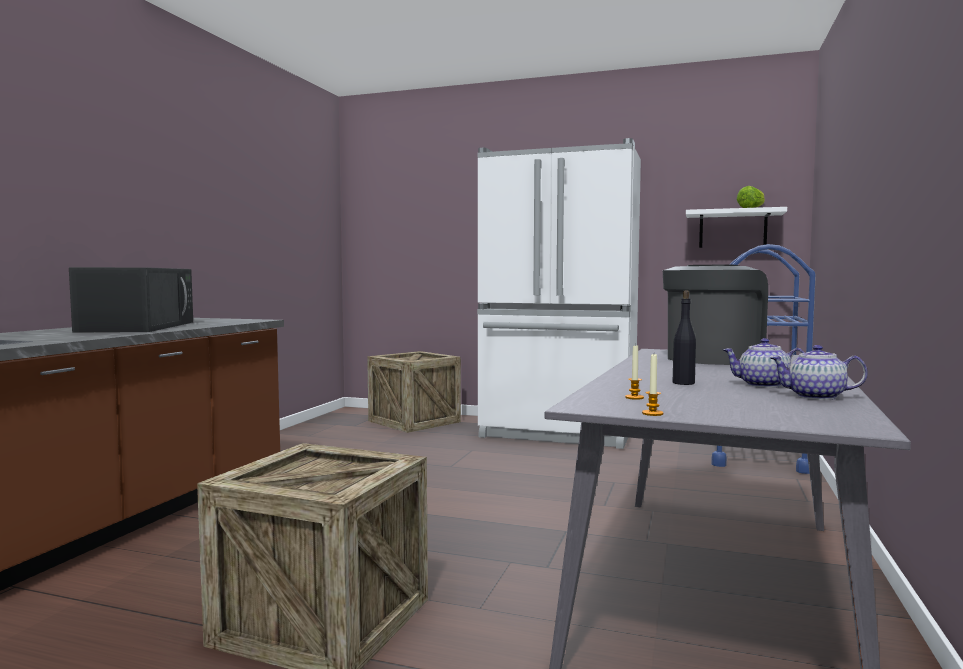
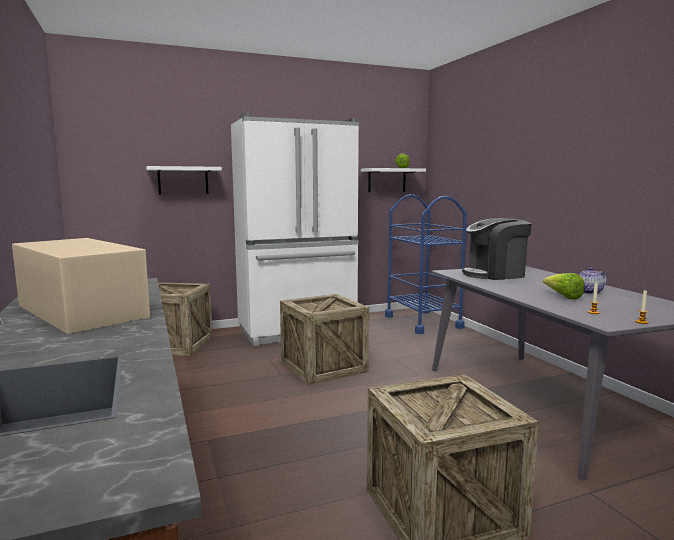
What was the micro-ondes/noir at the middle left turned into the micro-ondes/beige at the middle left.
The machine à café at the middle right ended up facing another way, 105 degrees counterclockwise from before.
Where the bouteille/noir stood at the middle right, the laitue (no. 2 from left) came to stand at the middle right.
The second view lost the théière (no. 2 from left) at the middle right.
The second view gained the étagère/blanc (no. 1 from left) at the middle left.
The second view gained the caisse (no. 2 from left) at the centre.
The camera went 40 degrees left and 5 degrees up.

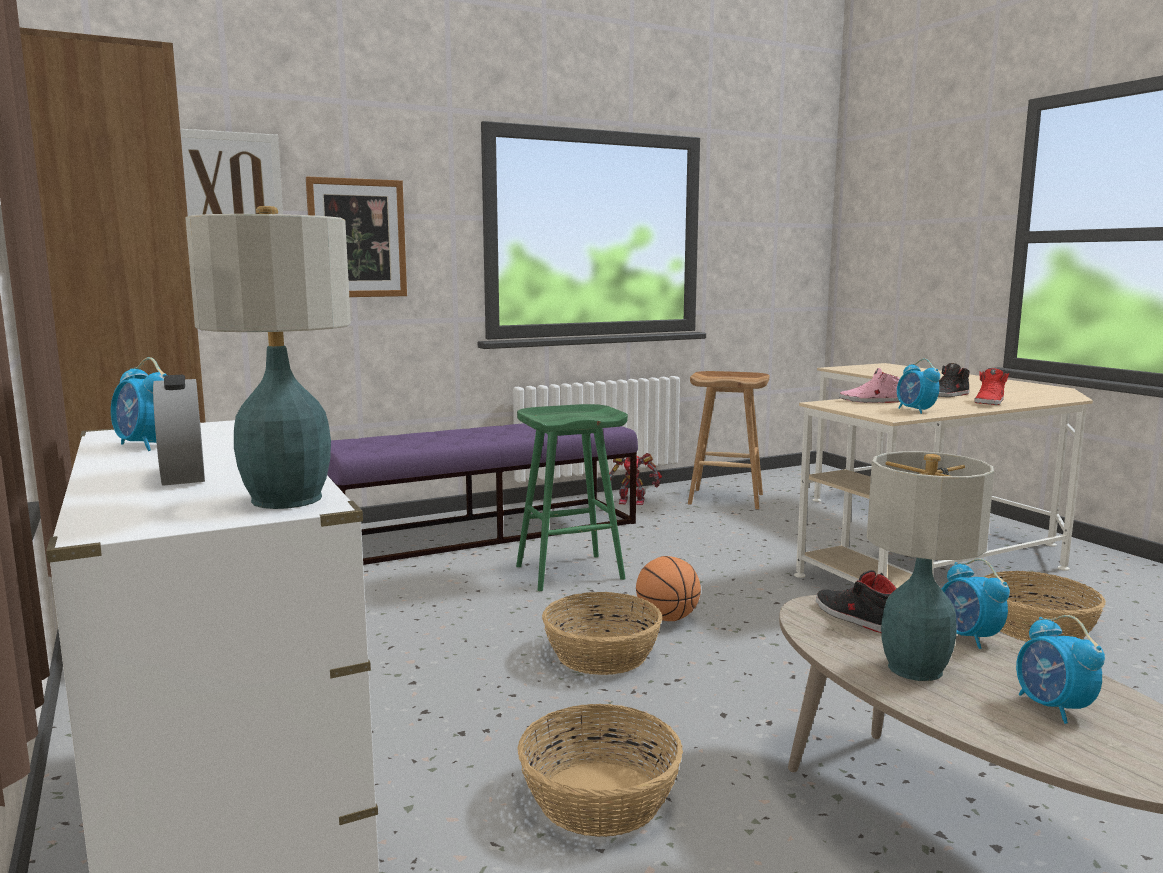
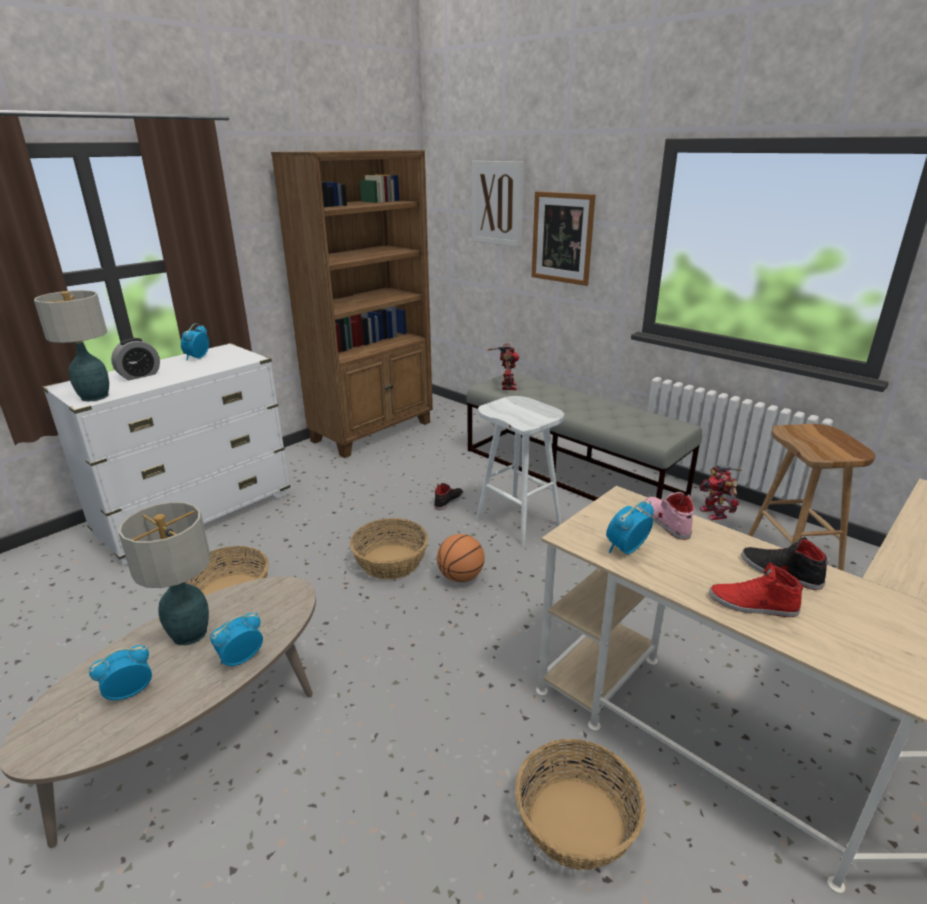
What was the banc/violet at the centre turned into the banc/gris at the centre.
What was the tabouret/vert at the centre turned into the tabouret/blanc at the centre.
The chaussure/noir (no. 1 from left) ended up elsewhere, having gone from the bottom right to the centre.
The second view gained the robot jouet (no. 1 from left) at the centre.
The camera went 70 degrees right and 15 degrees up.

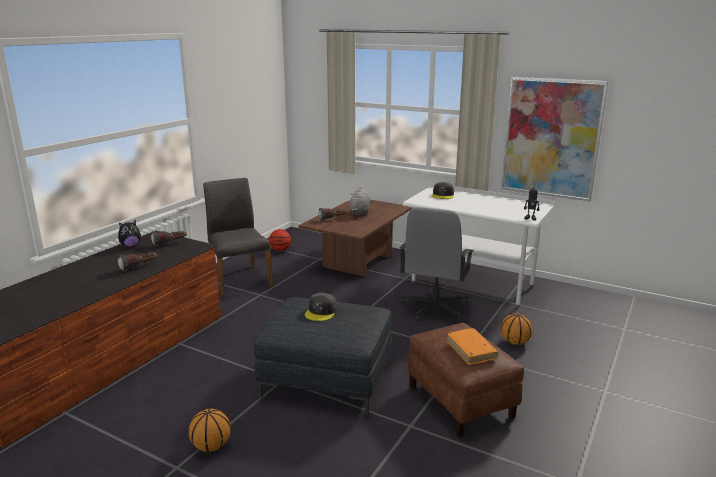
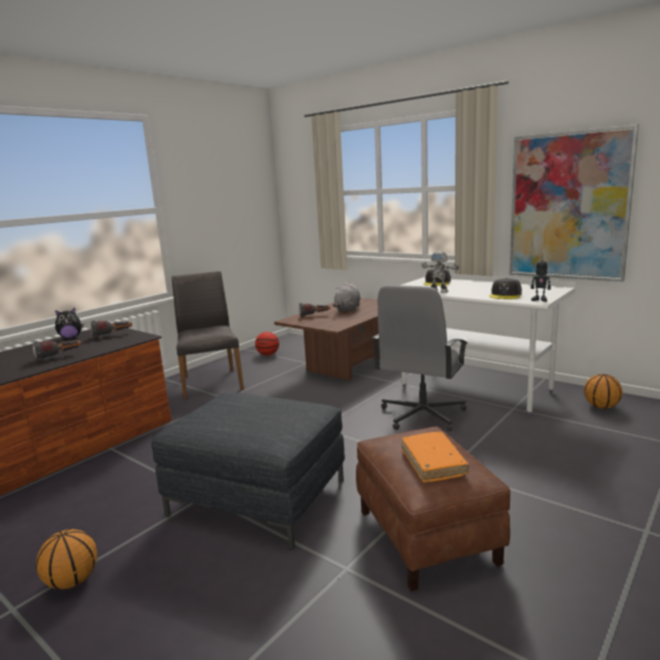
The casquette/gris (no. 1 from left in the first image) ended up elsewhere, having gone from the centre to the middle right.
The ballon de basket (no. 3 from left) ended up elsewhere, having gone from the bottom right to the middle right.
The second view gained the robot jouet (no. 1 from left) at the middle right.
The camera went 10 degrees right and 5 degrees down.

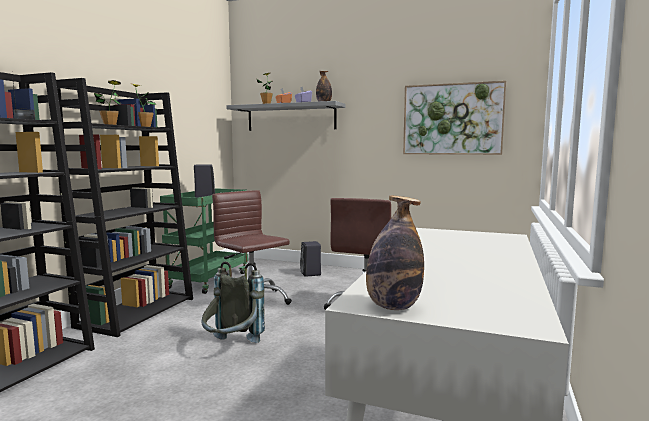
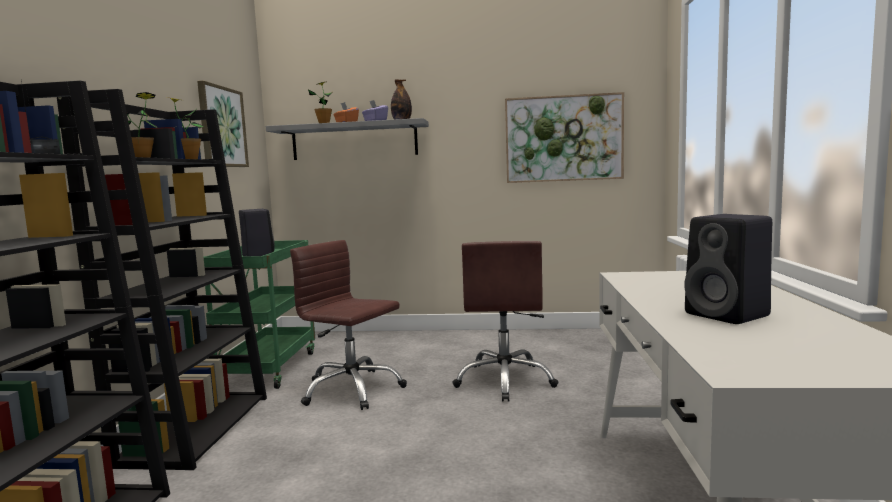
The second view lost the sac à dos/gris at the bottom centre.
The enceinte/noir (no. 2 from left) ended up elsewhere, having gone from the centre to the middle right.
The second view lost the bouteille (no. 2 from left) at the centre.
The second view gained the tableau (no. 1 from left) at the top left.
The camera went 15 degrees left and 0 degrees up.

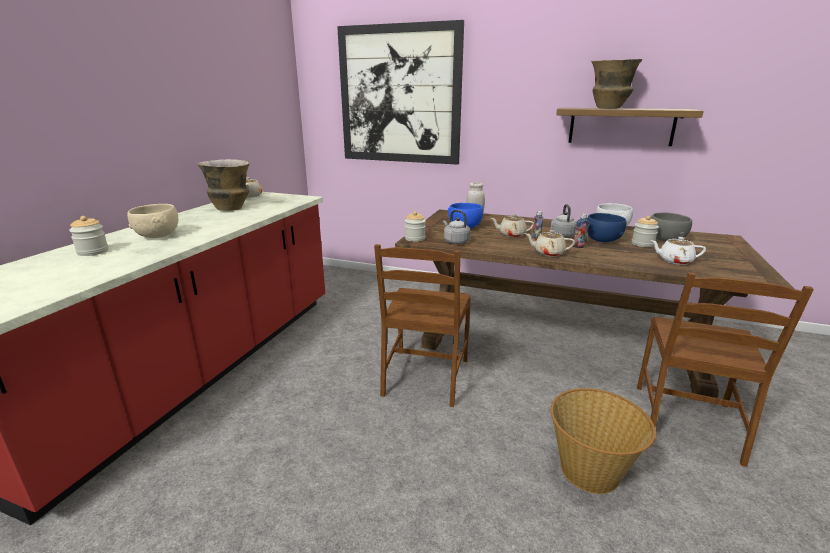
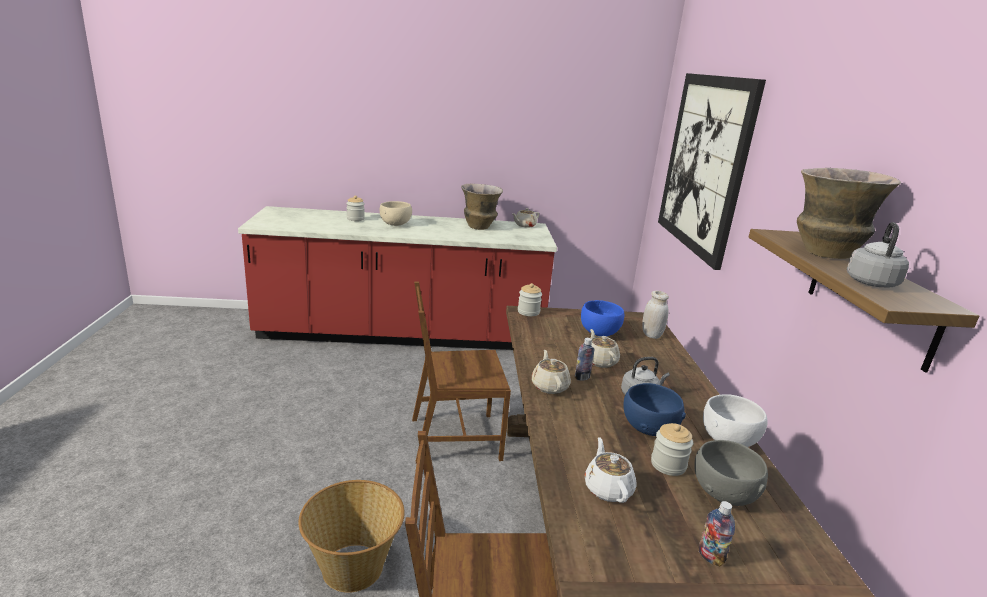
The bouilloire/gris (no. 1 from left in the first image) ended up elsewhere, having gone from the centre to the middle right.
The bouteille (no. 2 from left) ended up elsewhere, having gone from the middle right to the bottom right.
The camera went 65 degrees right and 0 degrees up.

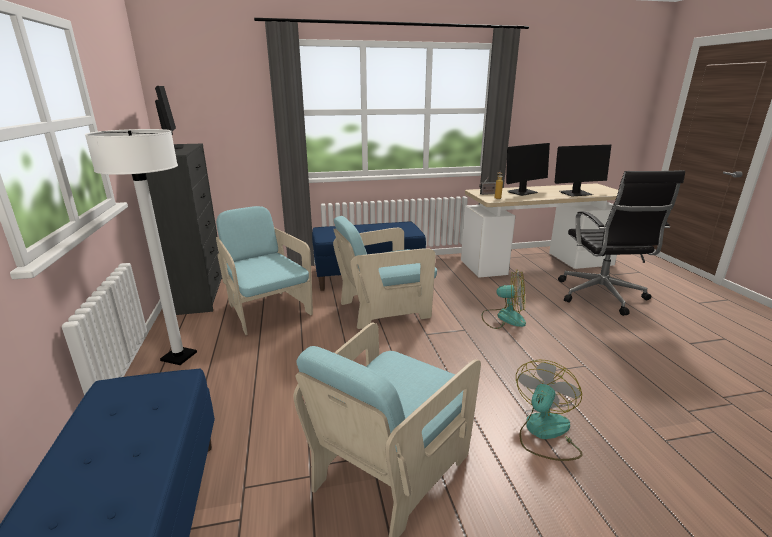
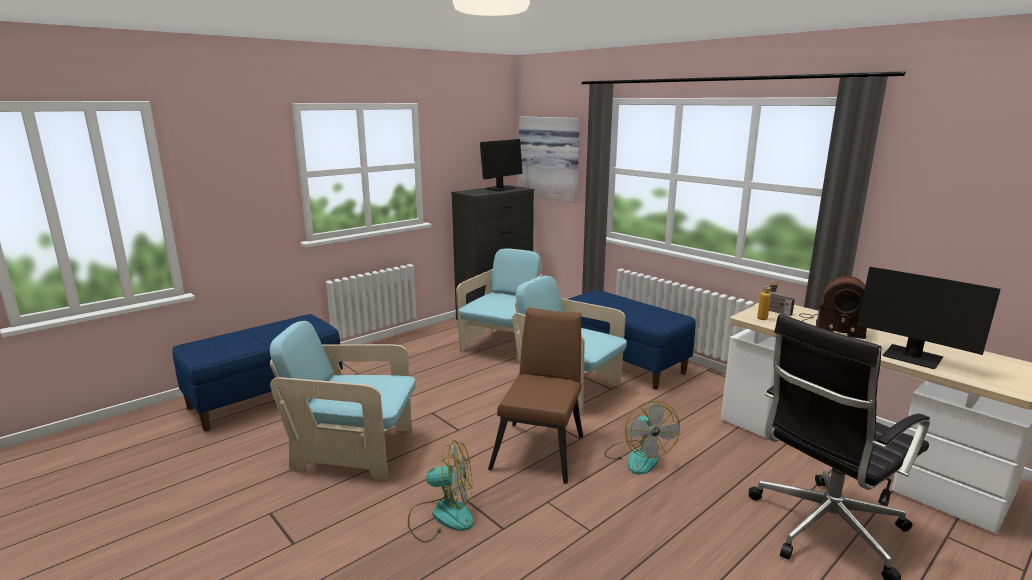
The second view lost the lampadaire/blanc at the middle left.
Where the écran d'ordinateur (no. 2 from left) stood at the top right, the radio (no. 2 from left) came to stand at the middle right.
The second view gained the chaise/marron at the bottom centre.
The second view gained the tableau at the top centre.
The camera went 60 degrees right and 5 degrees down.

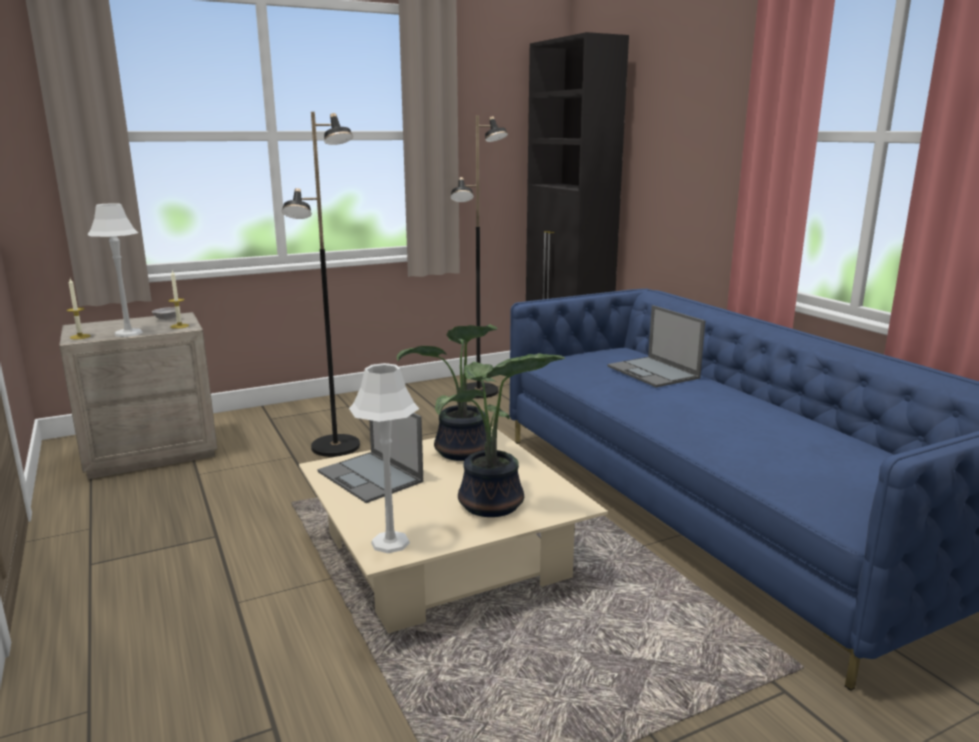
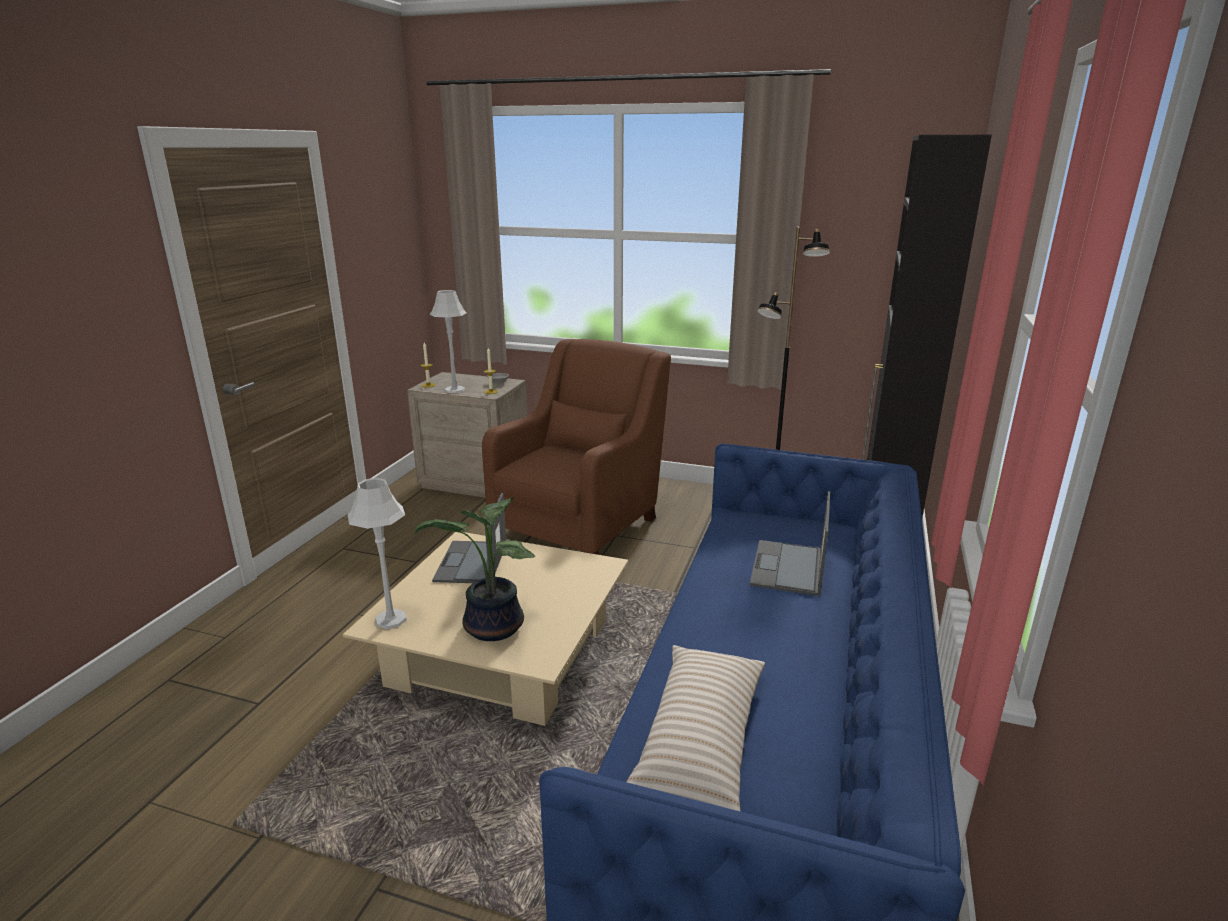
Where the lampadaire/noir (no. 1 from left) stood at the middle left, the fauteuil/marron came to stand at the centre.
The second view lost the plante en pot (no. 1 from left) at the centre.
The second view gained the coussin/beige at the bottom centre.
The camera went 45 degrees right and 5 degrees up.

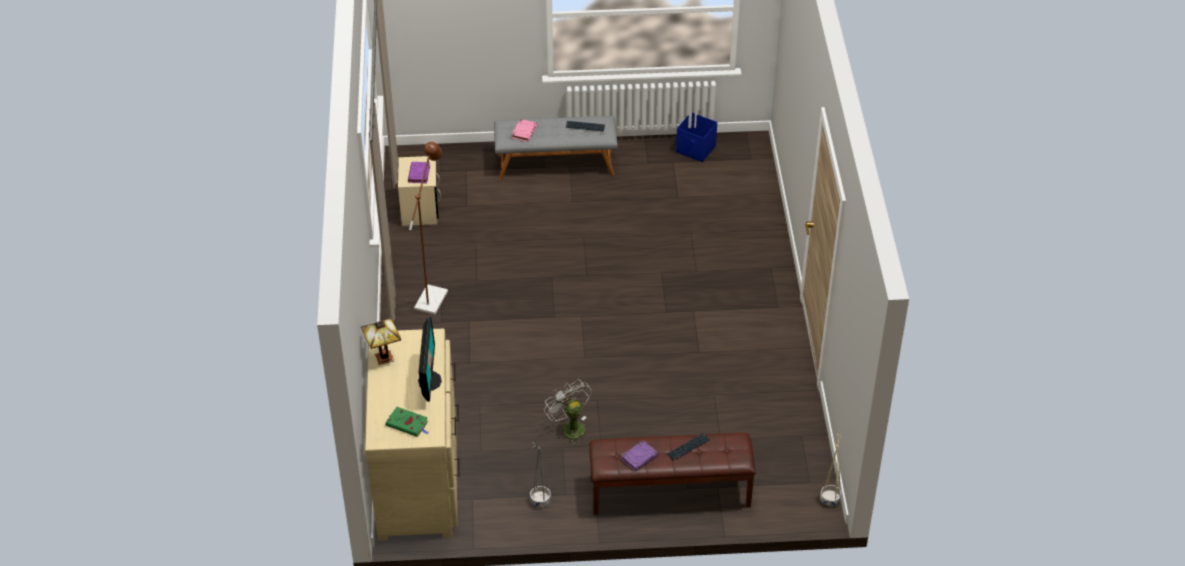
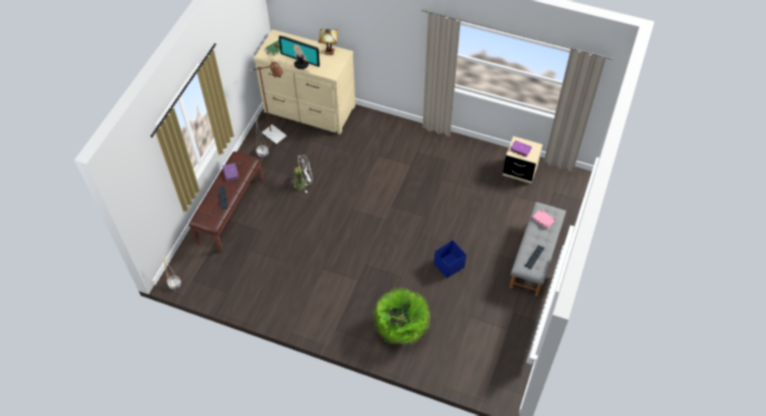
The lampadaire/marron ended up elsewhere, having gone from the centre to the top centre.
The boîte de rangement/bleu ended up elsewhere, having gone from the top centre to the centre.
The second view gained the plante en pot at the bottom centre.
The camera went 115 degrees right and 10 degrees up.

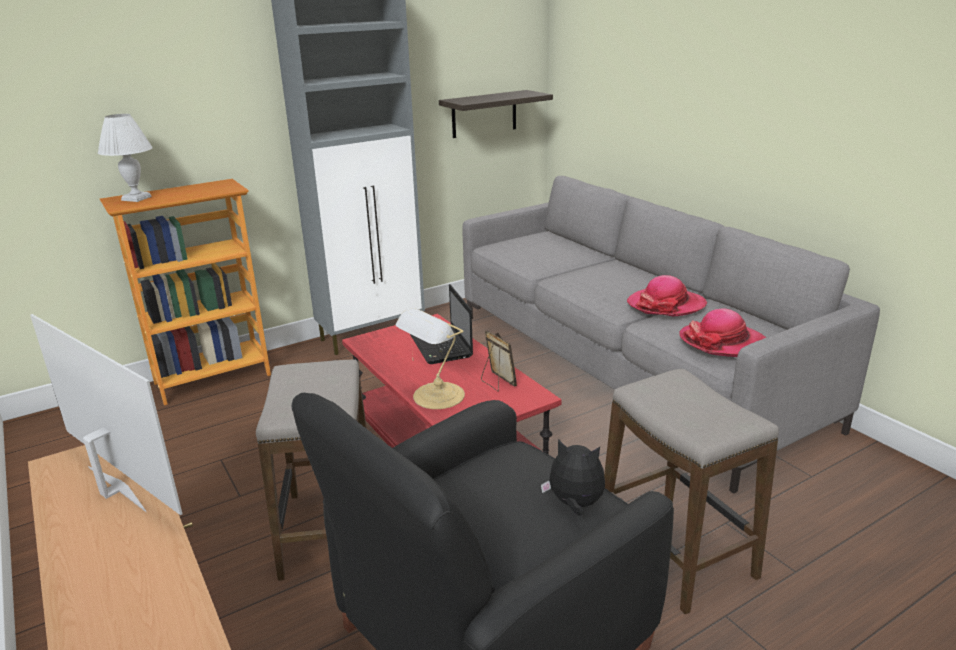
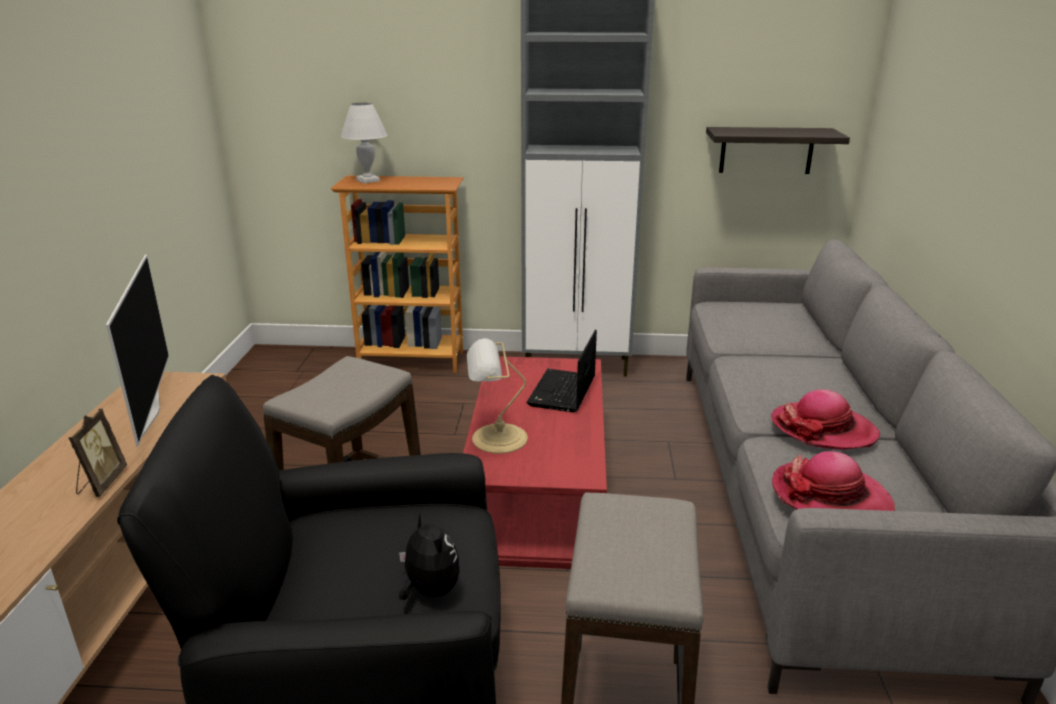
The cadre photo ended up elsewhere, having gone from the centre to the middle left.
The camera went 35 degrees right and 0 degrees up.

